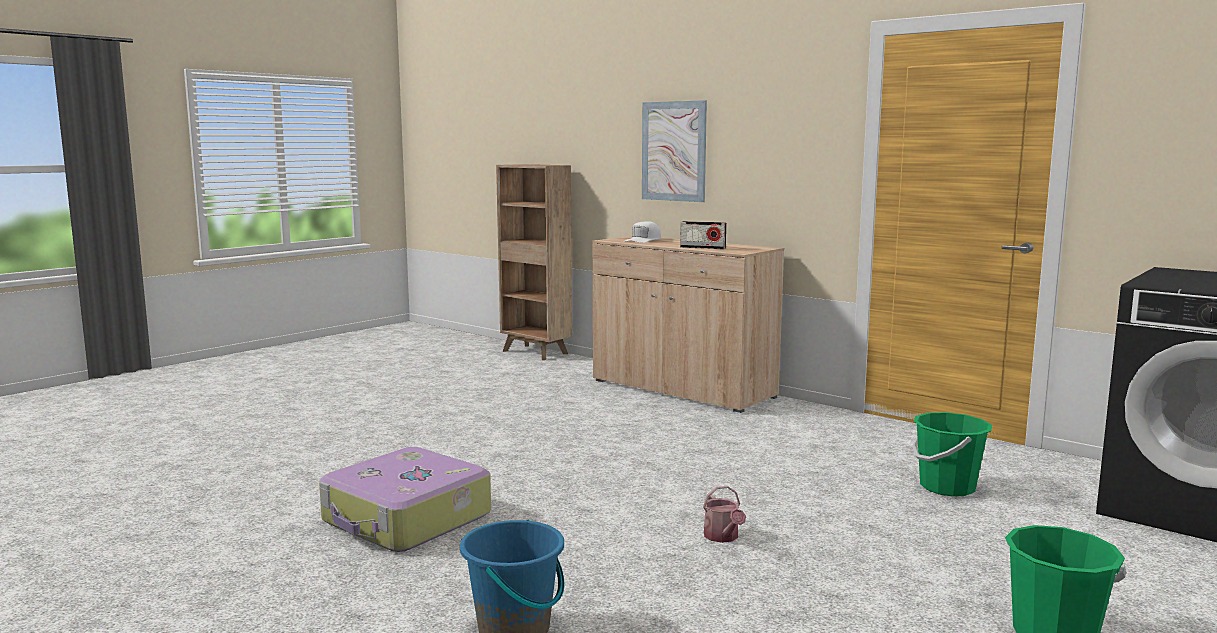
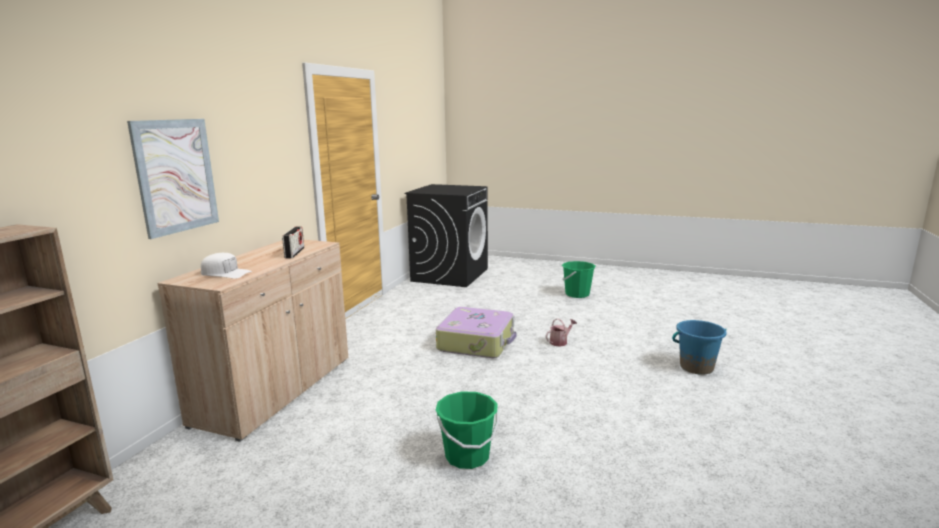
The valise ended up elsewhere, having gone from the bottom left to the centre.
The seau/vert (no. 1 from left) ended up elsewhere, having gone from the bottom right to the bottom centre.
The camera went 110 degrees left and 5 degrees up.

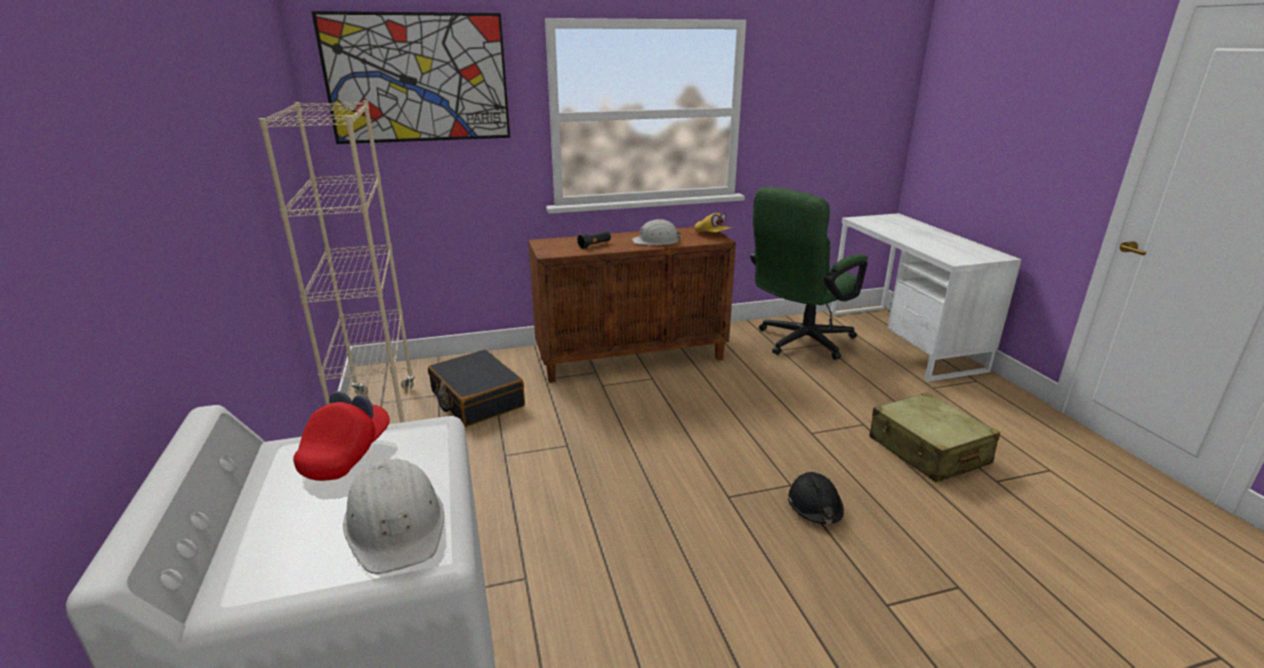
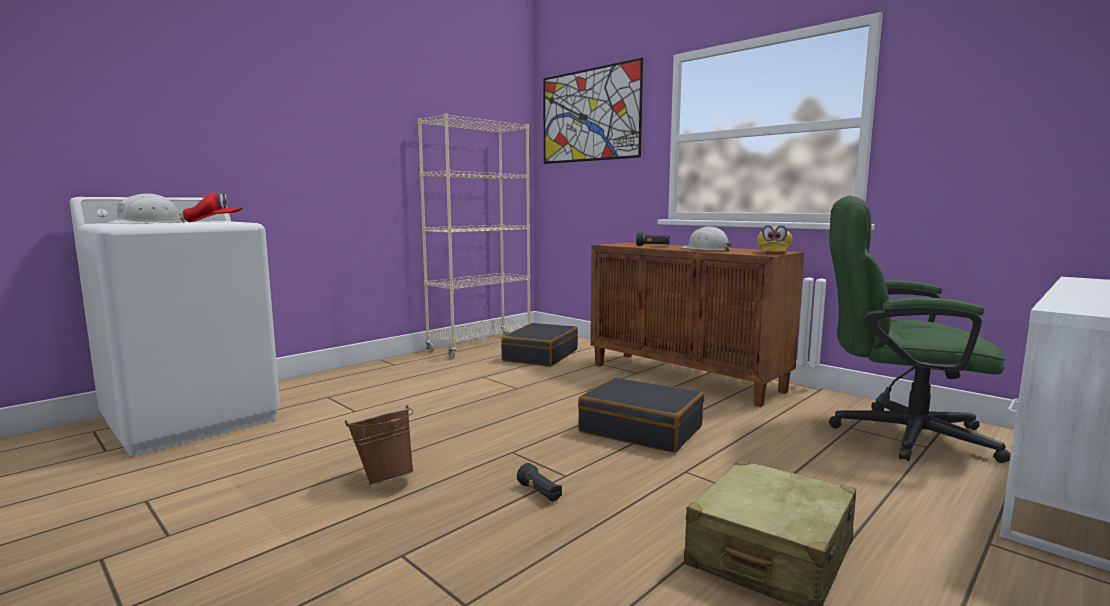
Where the casque de chantier/noir stood at the bottom centre, the lampe de poche/noir (no. 1 from left) came to stand at the bottom centre.
The second view gained the seau/marron at the bottom centre.
The second view gained the valise/noir (no. 2 from left) at the bottom centre.
The camera went 60 degrees right and 15 degrees down.

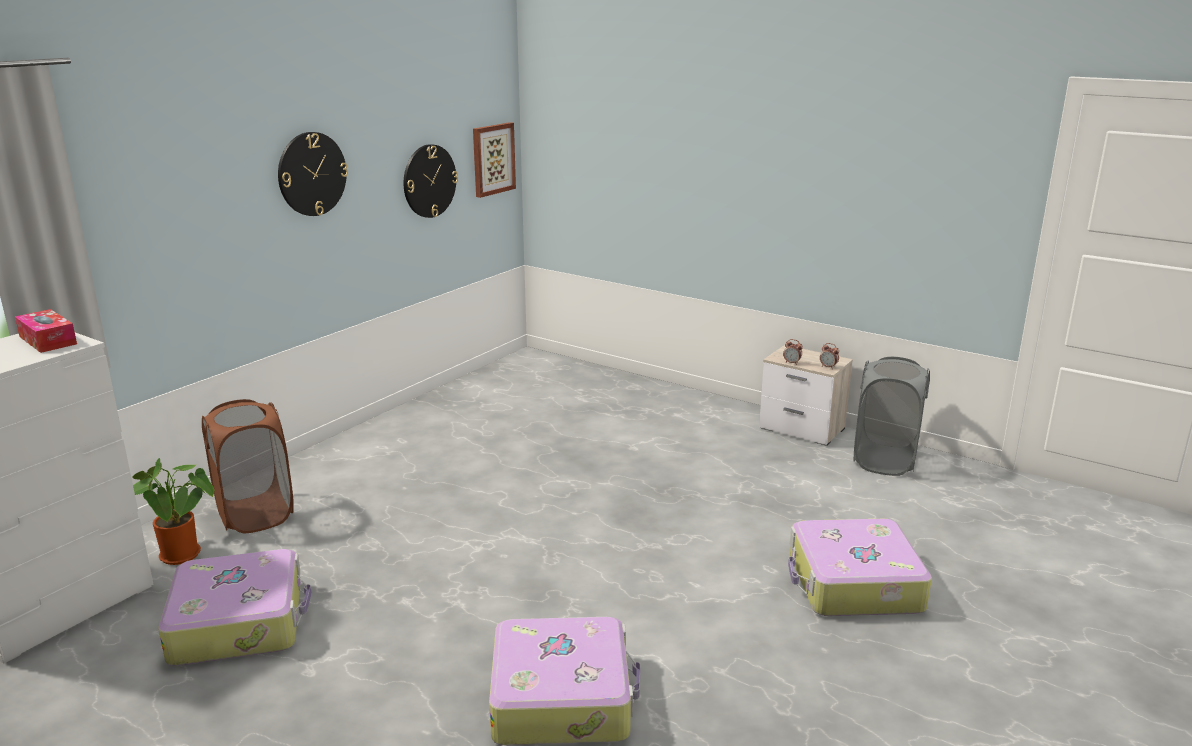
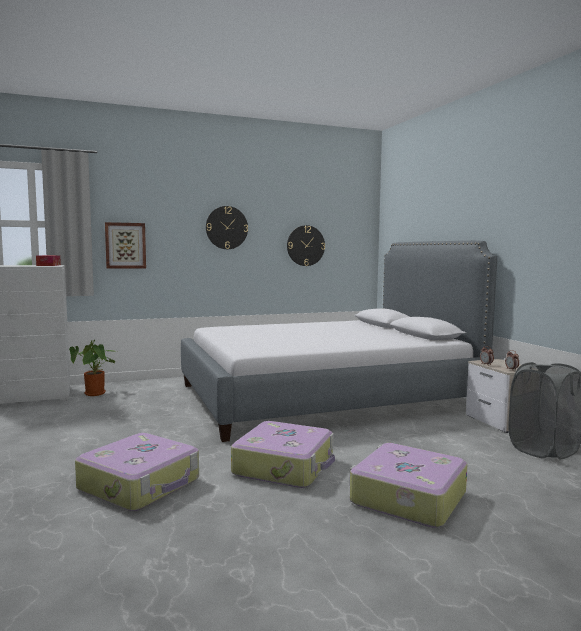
The valise (no. 1 from left in the first image) ended up elsewhere, having gone from the bottom left to the bottom centre.
The second view lost the panier à linge/marron at the middle left.
The tableau ended up elsewhere, having gone from the top centre to the middle left.
The second view gained the lit at the centre.
The camera went 35 degrees right and 15 degrees down.

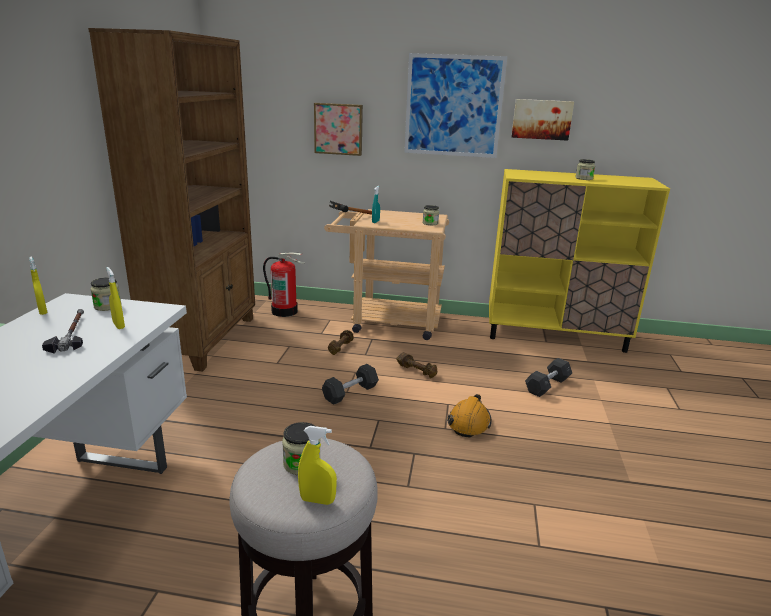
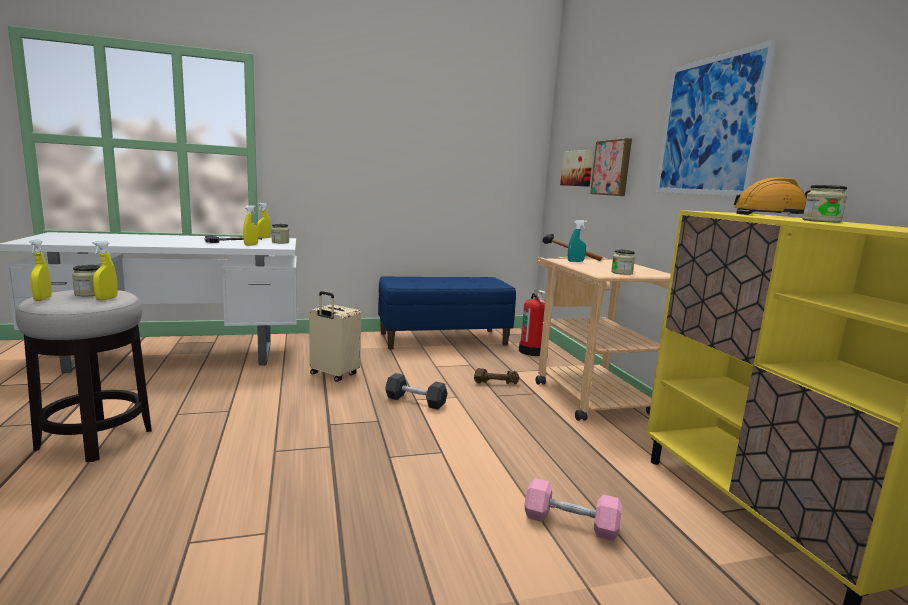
Where the bibliothèque/marron stood at the top left, the banc/bleu came to stand at the centre.
The second view lost the haltère/marron (no. 2 from left) at the centre.
The casque de chantier/orange ended up elsewhere, having gone from the bottom centre to the top right.
The tableau (no. 3 from left in the first image) ended up elsewhere, having gone from the top right to the top centre.
What was the haltère/gris (no. 2 from left) at the middle right turned into the haltère/rose at the bottom centre.
The second view gained the vaporisateur/jaune (no. 2 from left) at the middle left.
The second view gained the valise/beige at the centre.
The camera went 65 degrees right and 10 degrees down.

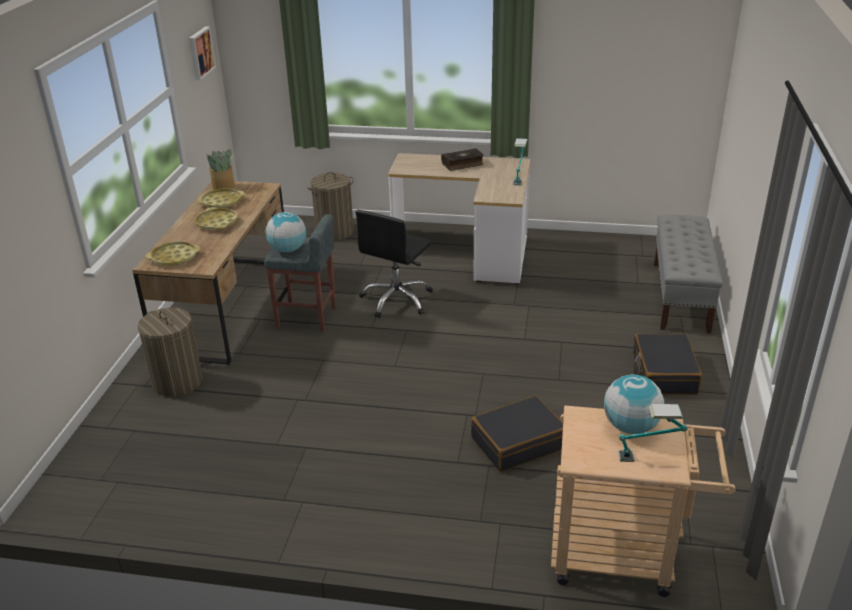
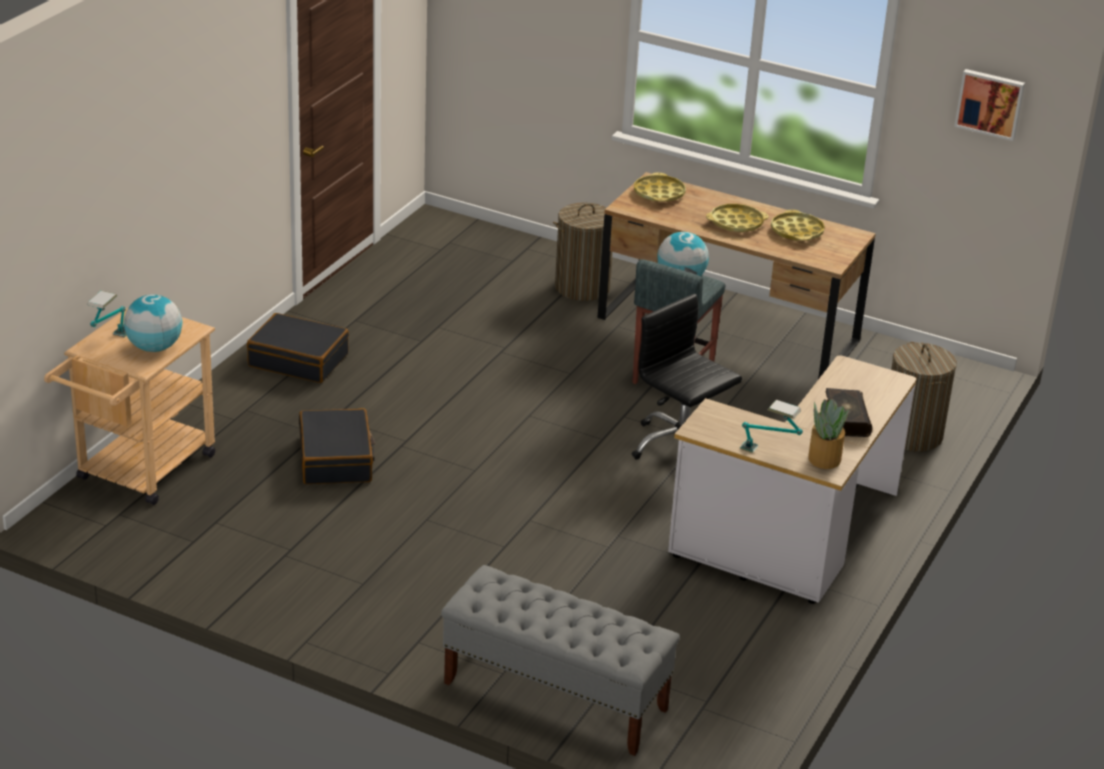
The plante en pot ended up elsewhere, having gone from the top left to the middle right.
The valise/noir (no. 2 from left in the first image) ended up elsewhere, having gone from the middle right to the middle left.
The camera went 105 degrees right and 0 degrees up.

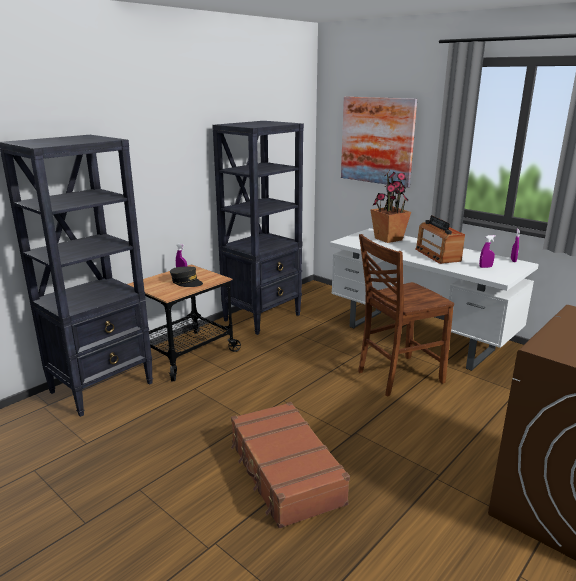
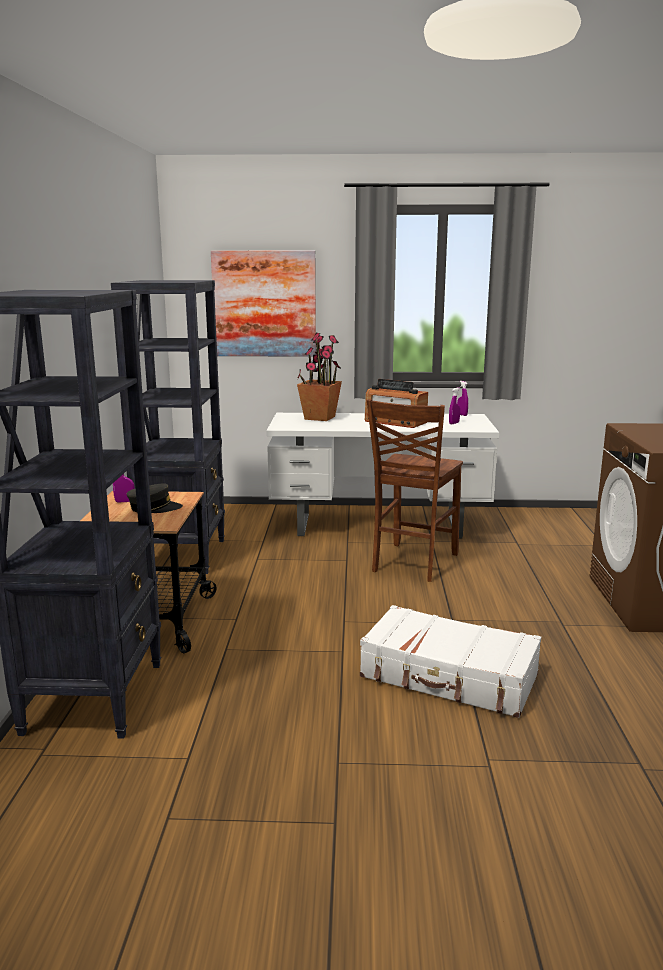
What was the valise/marron at the bottom centre turned into the valise/blanc at the bottom right.
The camera went 40 degrees left and 5 degrees down.

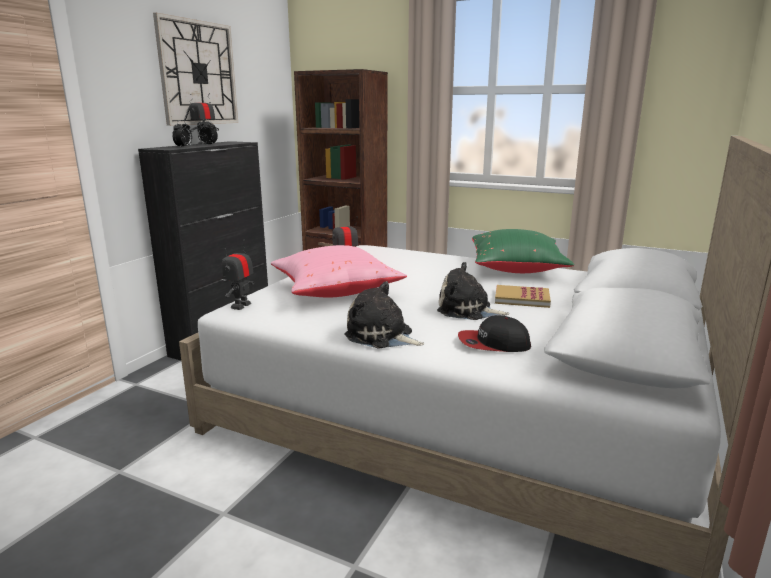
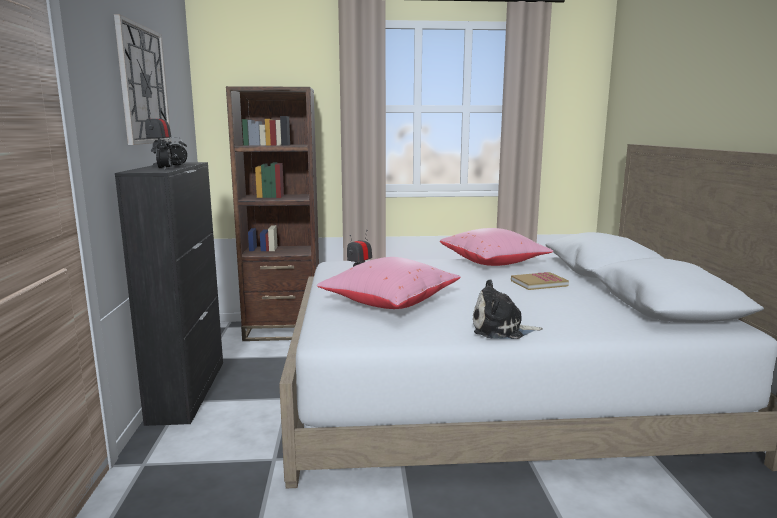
The second view lost the robot jouet (no. 2 from left) at the middle left.
The second view lost the peluche (no. 2 from left) at the centre.
The second view lost the casquette at the centre.
What was the coussin/vert at the middle right turned into the coussin/rose (no. 2 from left) at the centre.
The camera went 30 degrees left and 5 degrees down.

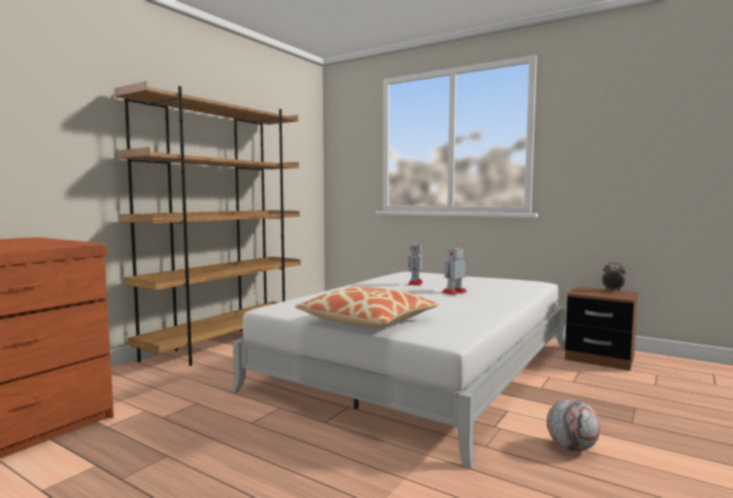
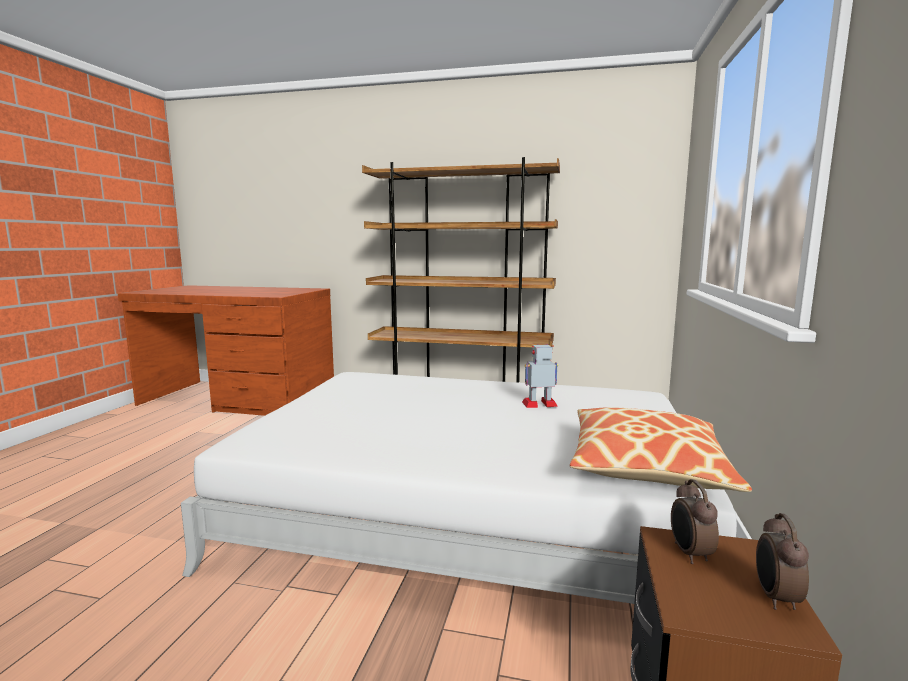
The coussin ended up elsewhere, having gone from the centre to the middle right.
The second view lost the robot jouet (no. 2 from left) at the centre.
The second view lost the ballon de foot at the bottom right.
The second view gained the réveil (no. 1 from left) at the bottom right.
The camera went 70 degrees right and 5 degrees up.

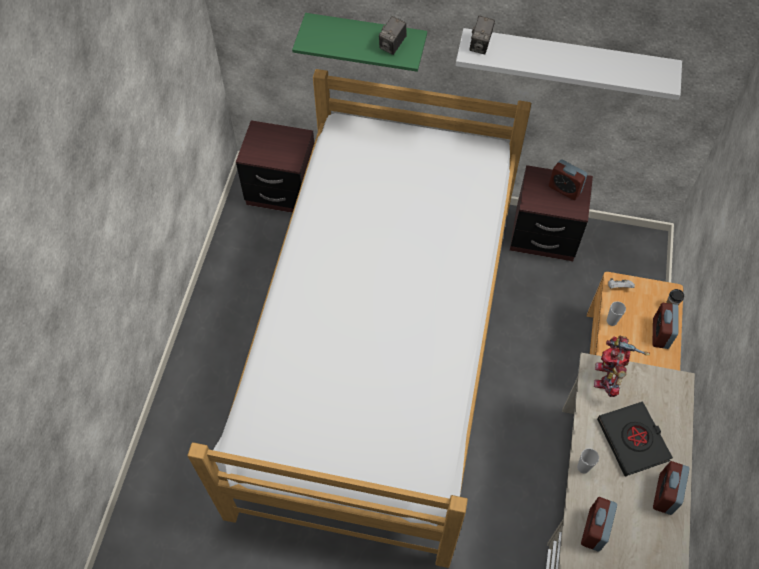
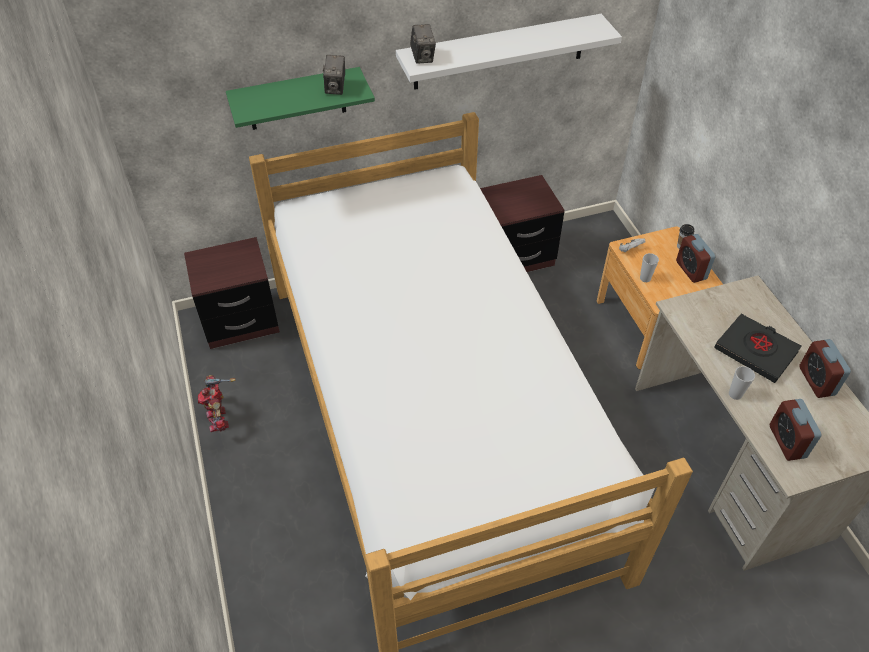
The second view lost the réveil (no. 1 from left) at the top right.
The robot jouet ended up elsewhere, having gone from the middle right to the middle left.
The camera went 30 degrees left and 10 degrees down.

